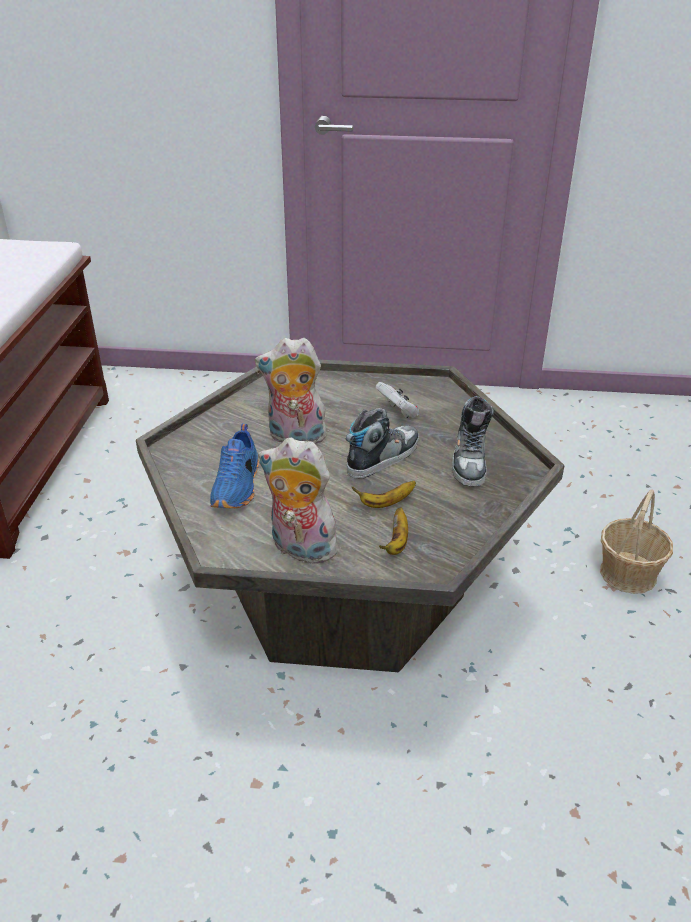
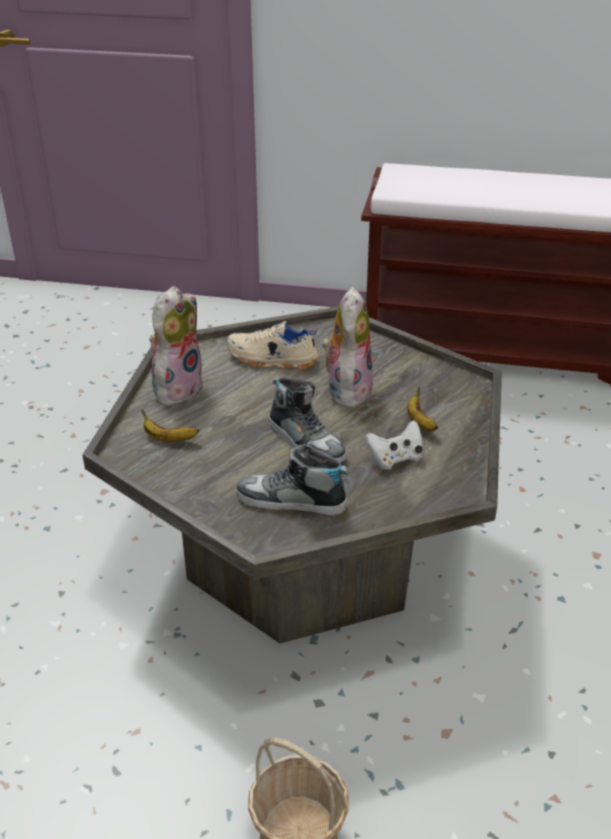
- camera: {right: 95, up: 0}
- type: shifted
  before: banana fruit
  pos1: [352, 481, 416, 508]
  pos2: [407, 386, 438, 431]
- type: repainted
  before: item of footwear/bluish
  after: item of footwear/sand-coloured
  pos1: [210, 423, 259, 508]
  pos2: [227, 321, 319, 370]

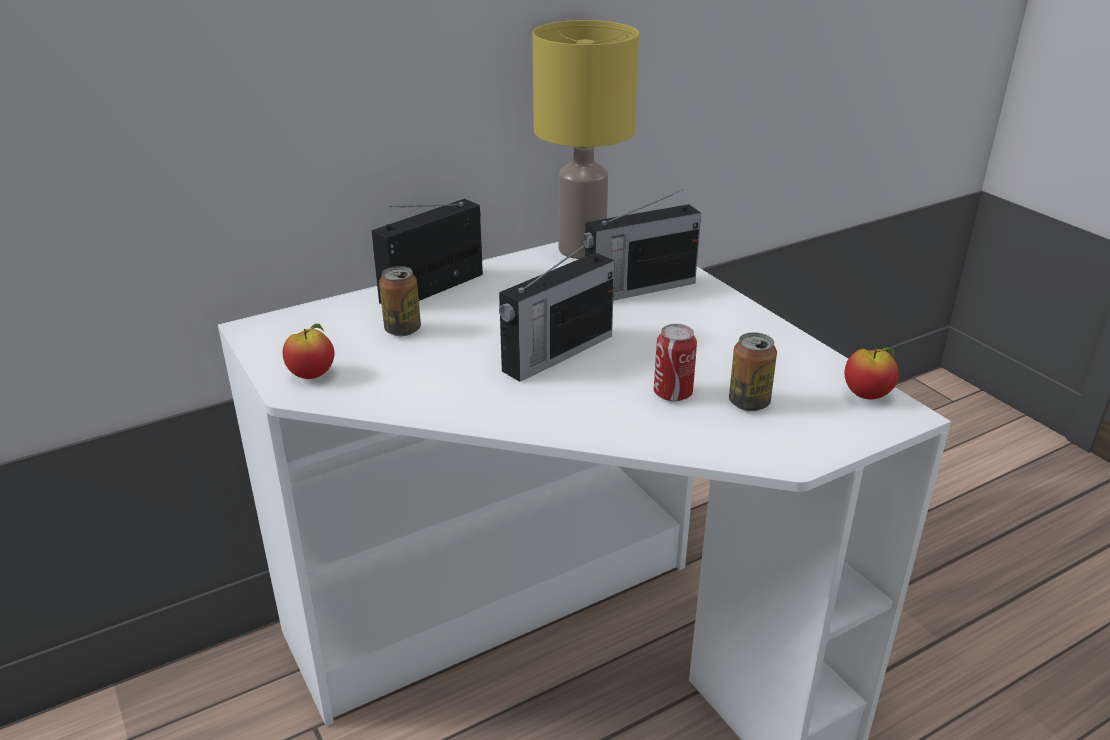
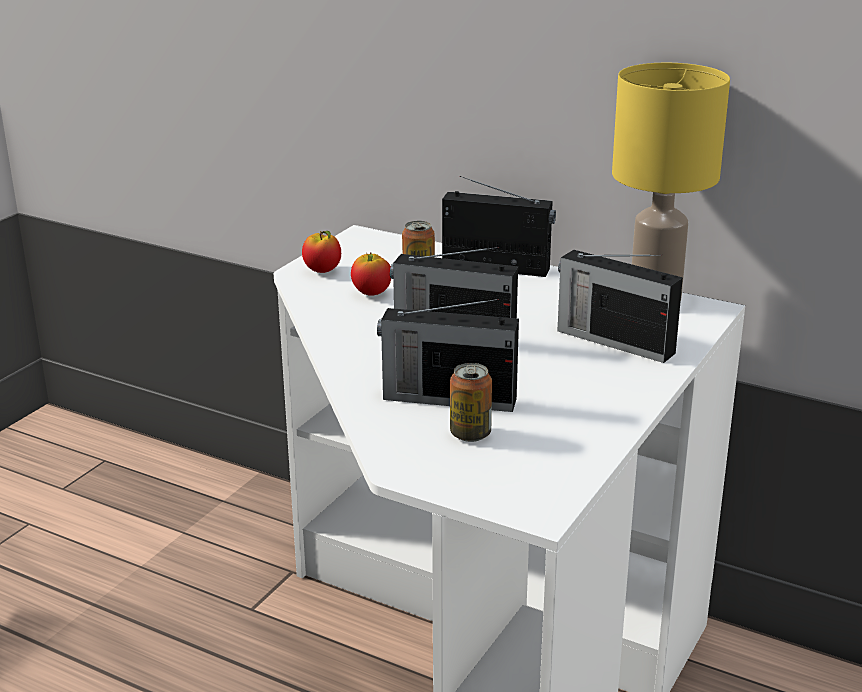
- camera: {right: 60, up: -5}
- type: shifted
  before: whole apple
  pos1: [845, 347, 899, 399]
  pos2: [351, 252, 391, 296]
- type: swapped
  before: sealed can
  after: radio receiver
  pos1: [654, 324, 697, 401]
  pos2: [377, 299, 519, 412]

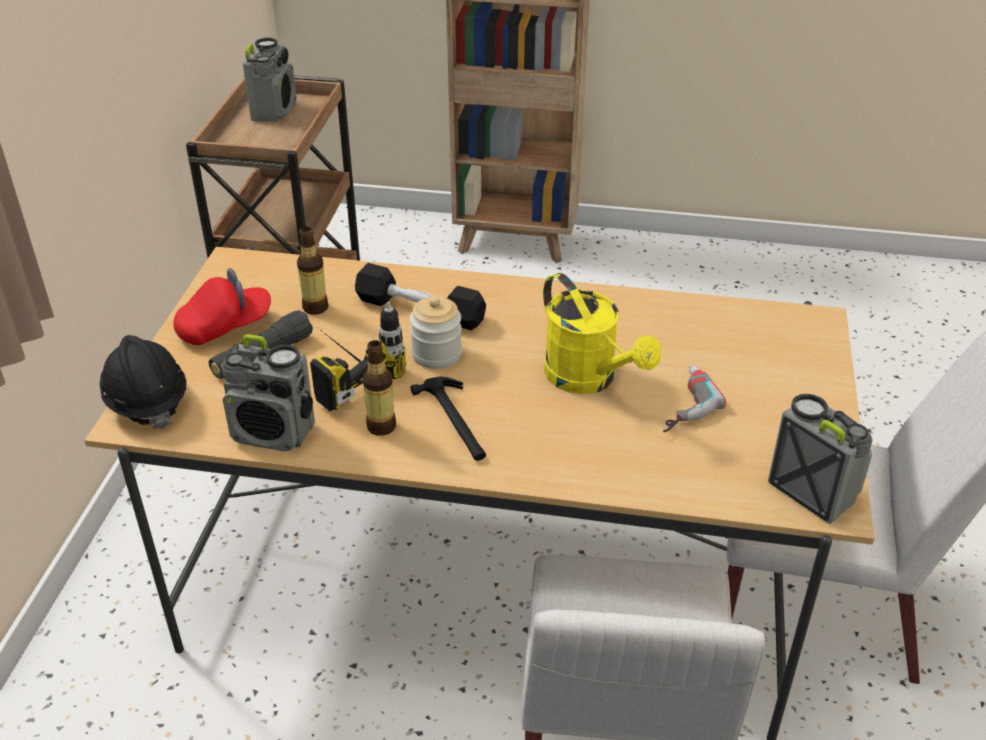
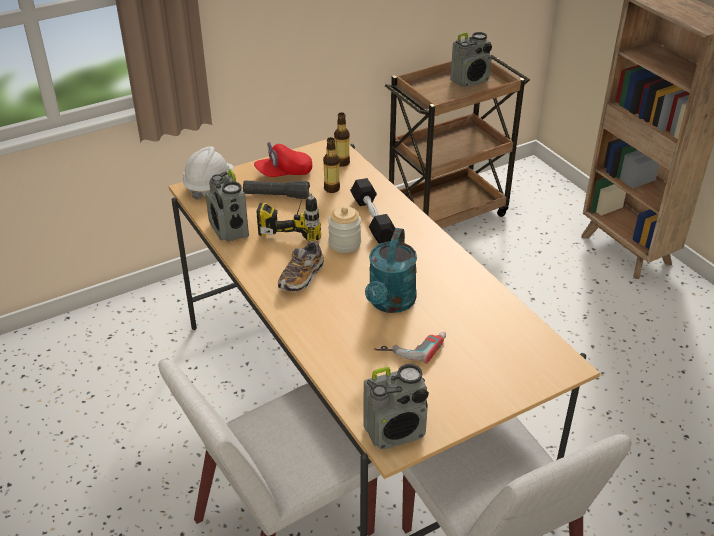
- camera: {right: 50, up: 0}
- type: shifted
  before: drink bottle
  pos1: [362, 340, 396, 436]
  pos2: [334, 112, 350, 167]
- type: swapped
  before: hand hammer
  after: item of footwear
  pos1: [411, 377, 486, 461]
  pos2: [278, 240, 324, 292]
- type: repainted
  before: hard hat/black
  after: hard hat/white-coloured
  pos1: [100, 335, 186, 429]
  pos2: [183, 146, 234, 200]
- type: repainted
  before: sprinkling can/yellow
  after: sprinkling can/turquoise
  pos1: [543, 273, 661, 394]
  pos2: [365, 228, 417, 313]
- type: rotated
  before: peaked cap/red-coloured
  pos1: [174, 268, 271, 345]
  pos2: [254, 142, 312, 177]
  turn: 135
- type: rotated
  before: radio receiver
  pos1: [768, 394, 873, 524]
  pos2: [363, 364, 429, 449]
  turn: 60

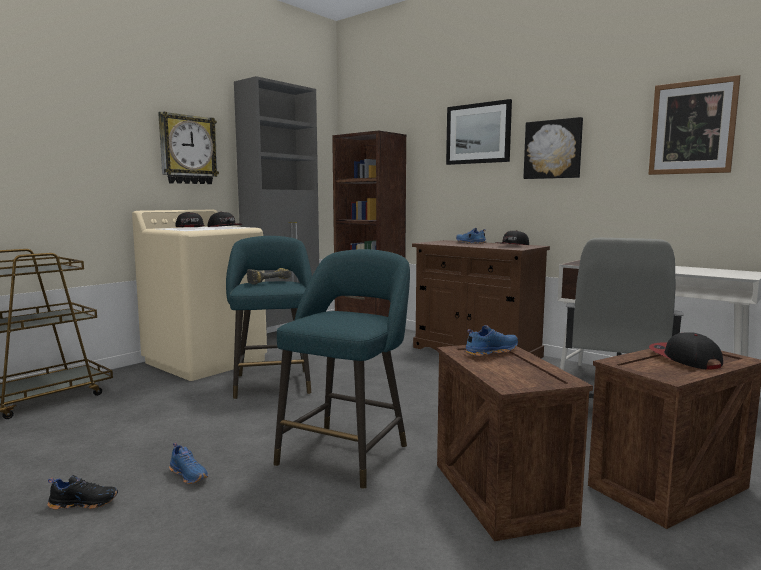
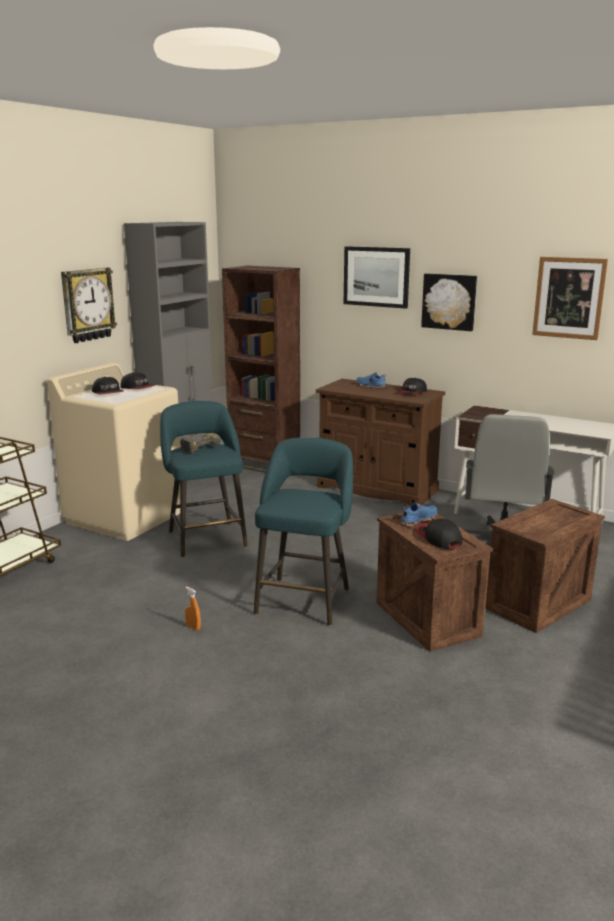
- camera: {right: -10, up: 10}
- type: gone
  before: item of footwear/black
  pos1: [47, 475, 118, 509]
- type: shifted
  before: peaked cap
  pos1: [649, 332, 723, 369]
  pos2: [415, 519, 462, 549]
- type: swapped
  before: item of footwear/bluish
  after: spray bottle/orangey
  pos1: [169, 443, 208, 484]
  pos2: [185, 586, 201, 630]

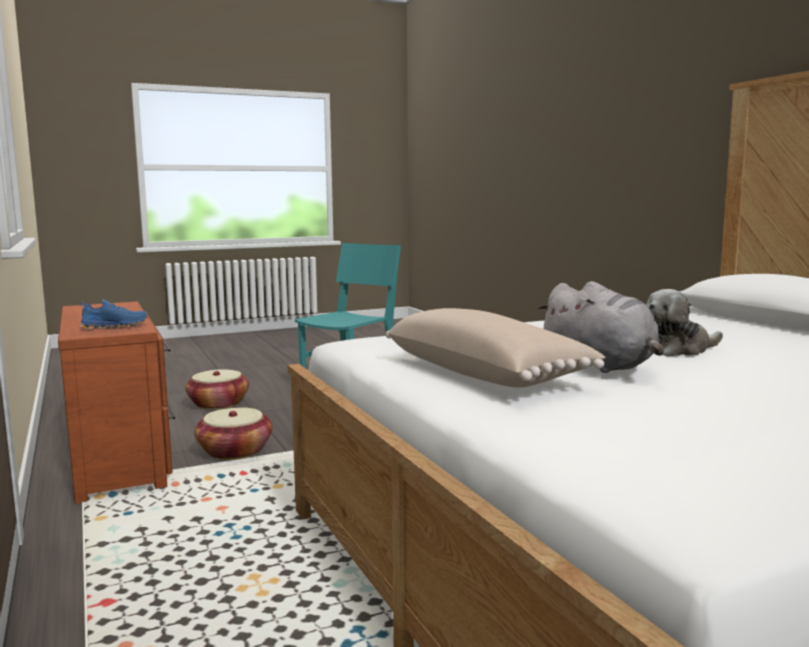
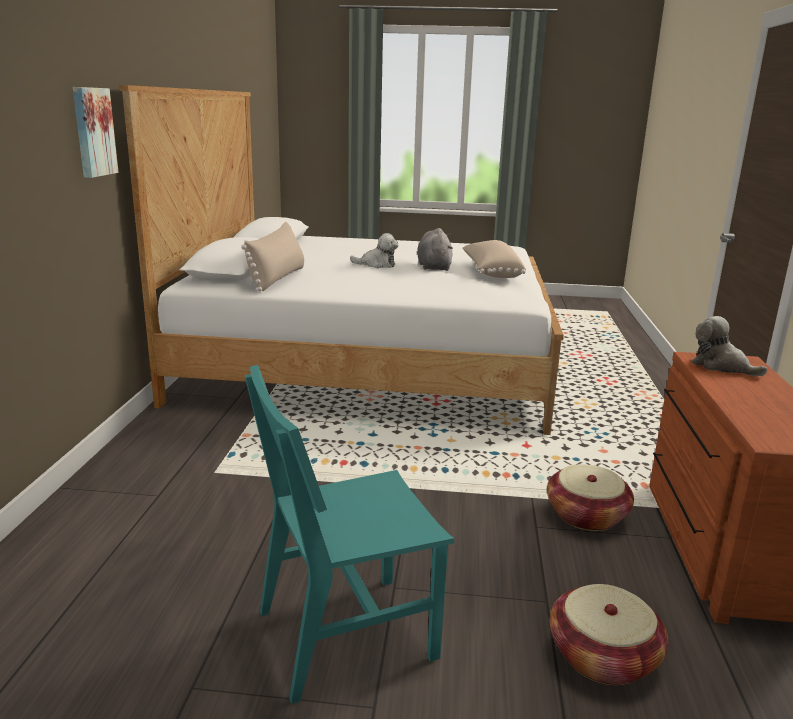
- camera: {right: -150, up: 10}
- type: new
  after: wall picture
  pos2: [73, 87, 119, 178]
- type: new
  after: throw pillow/sand-coloured
  pos2: [241, 222, 304, 292]
- type: swapped
  before: item of footwear/bluish
  after: cuddly toy
  pos1: [80, 299, 148, 330]
  pos2: [691, 316, 768, 376]

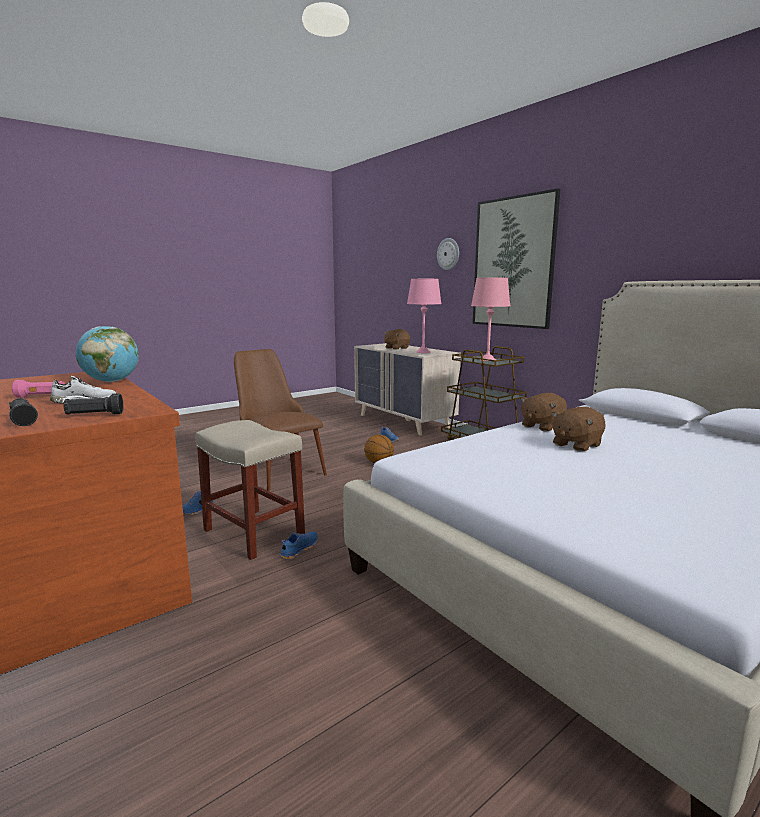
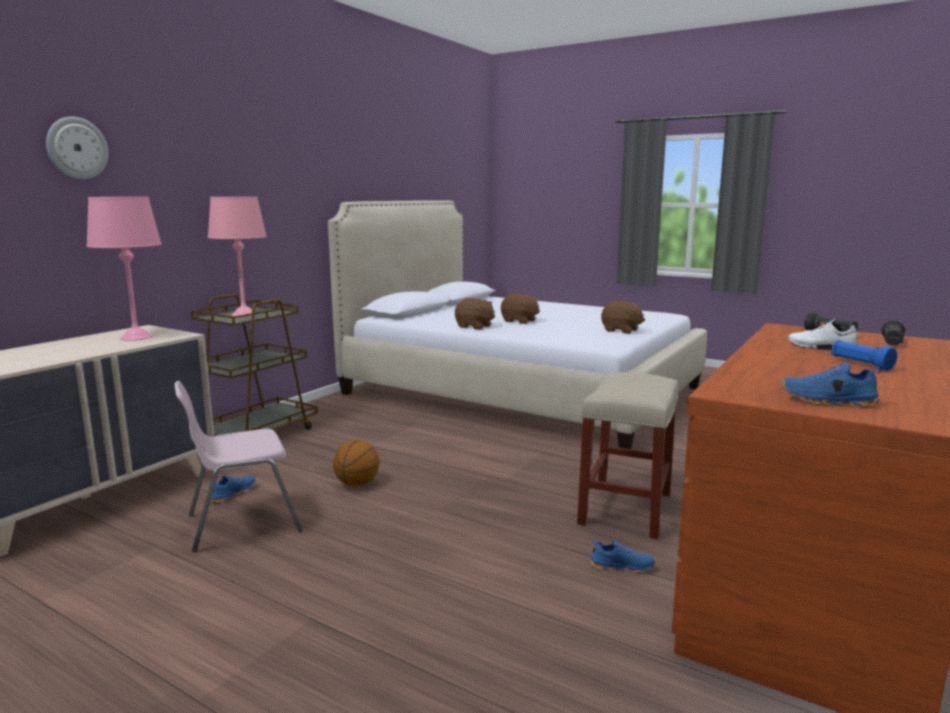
- camera: {right: -110, up: 0}
- type: gone
  before: world globe
  pos1: [76, 326, 139, 382]
- type: gone
  before: upright chair/brownish
  pos1: [234, 349, 327, 491]
- type: gone
  before: wall picture
  pos1: [473, 188, 560, 329]
- type: new
  after: upright chair/pinkish
  pos2: [175, 381, 303, 552]
- type: shifted
  before: item of footwear/bluish
  pos1: [280, 531, 318, 560]
  pos2: [782, 362, 881, 407]
- type: shifted
  before: cuddly toy/brownish
  pos1: [384, 329, 410, 350]
  pos2: [601, 301, 645, 334]
- type: repainted
  before: flashlight/pinkish
  after: flashlight/bluish
  pos1: [12, 380, 65, 398]
  pos2: [831, 340, 897, 371]

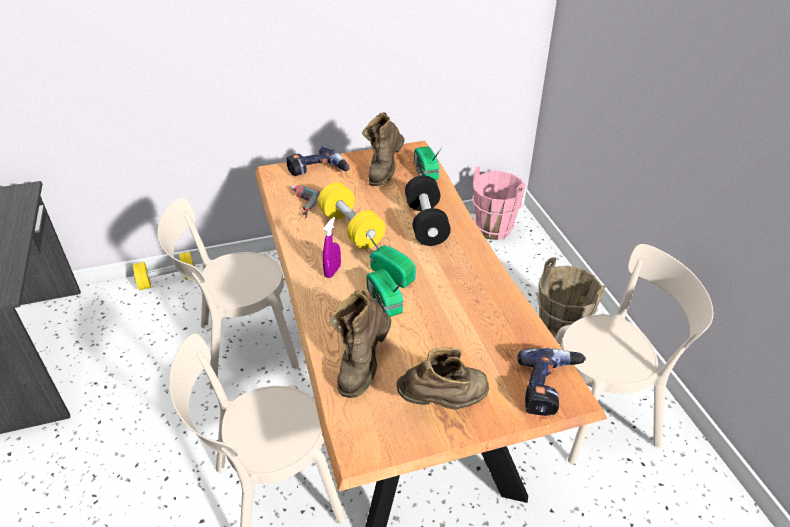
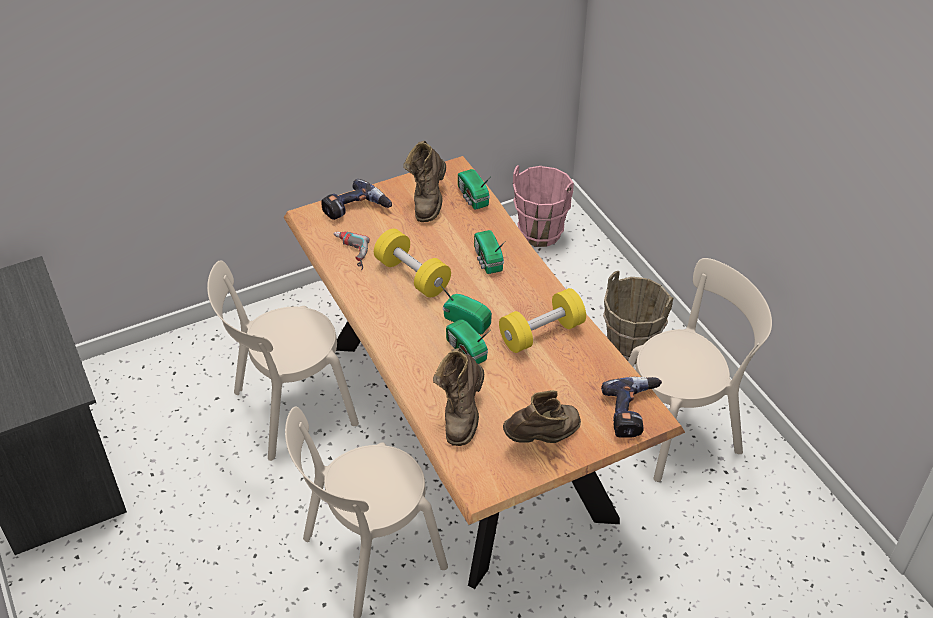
- camera: {right: -10, up: 5}
- type: gone
  before: spray bottle/purplish
  pos1: [322, 217, 341, 278]
- type: shifted
  before: dumbbell/yellow
  pos1: [133, 252, 195, 290]
  pos2: [499, 288, 586, 353]
- type: swapped
  before: dumbbell/black
  after: radio receiver
  pos1: [405, 175, 451, 246]
  pos2: [474, 230, 506, 274]

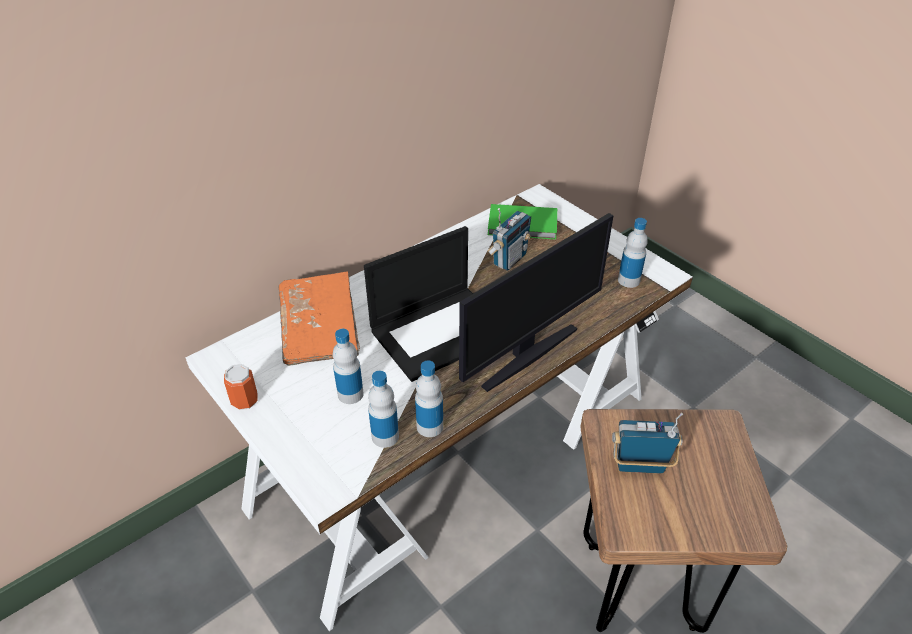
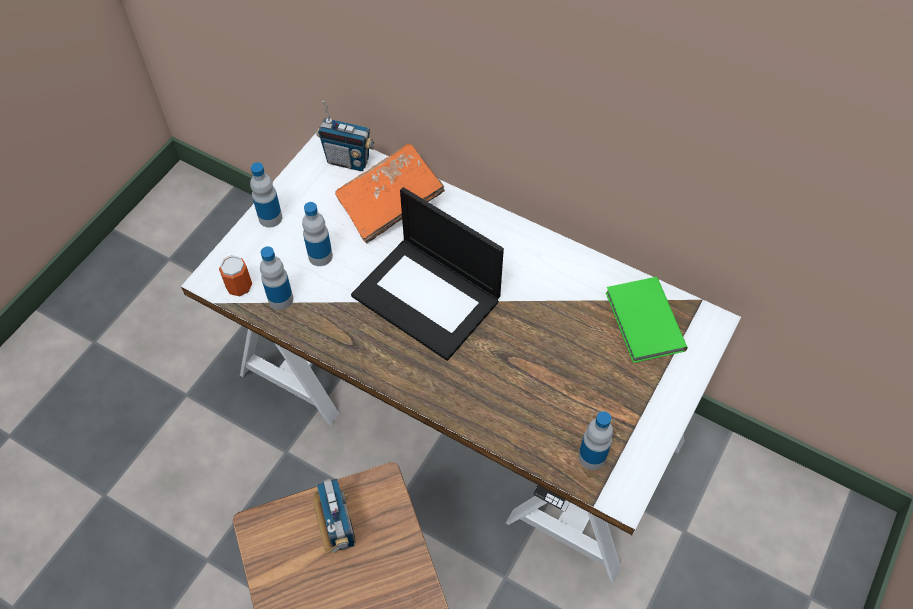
- camera: {right: 70, up: 15}
- type: gone
  before: monitor
  pos1: [459, 213, 614, 392]
- type: shifted
  before: sealed can
  pos1: [224, 364, 258, 410]
  pos2: [219, 255, 252, 297]
- type: shifted
  before: drink bottle
  pos1: [415, 360, 443, 437]
  pos2: [250, 162, 282, 228]
- type: shifted
  before: radio receiver
  pos1: [487, 208, 531, 271]
  pos2: [317, 101, 375, 171]

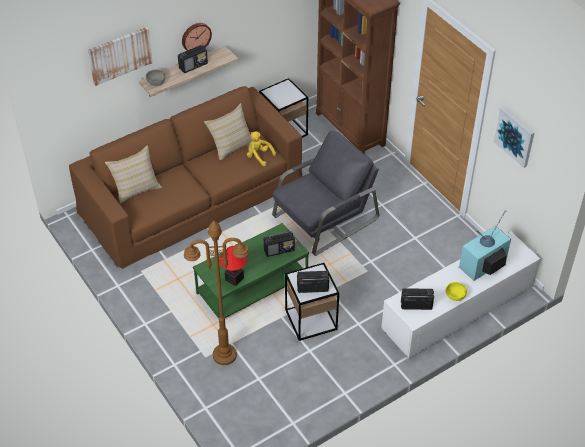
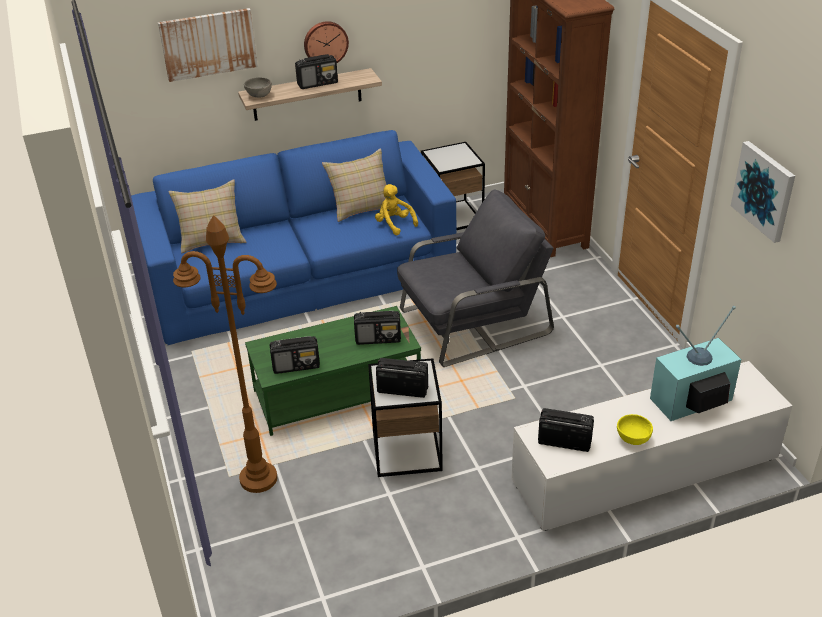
- camera: {right: 15, up: -10}
- type: swapped
  before: table lamp
  after: radio receiver
  pos1: [219, 246, 247, 286]
  pos2: [270, 336, 320, 374]
- type: repainted
  before: couch/brownish
  after: couch/bluish
  pos1: [69, 86, 302, 269]
  pos2: [131, 130, 456, 345]

